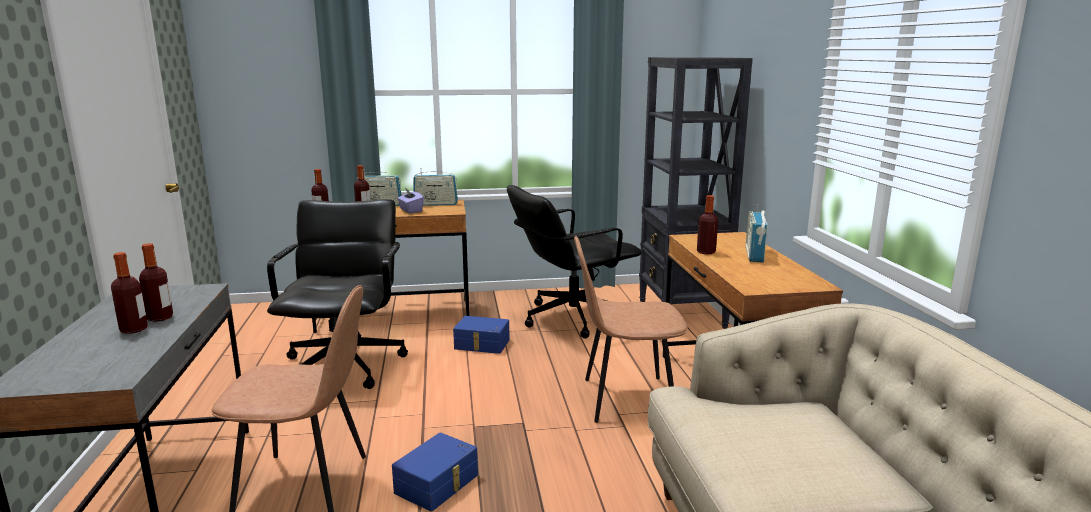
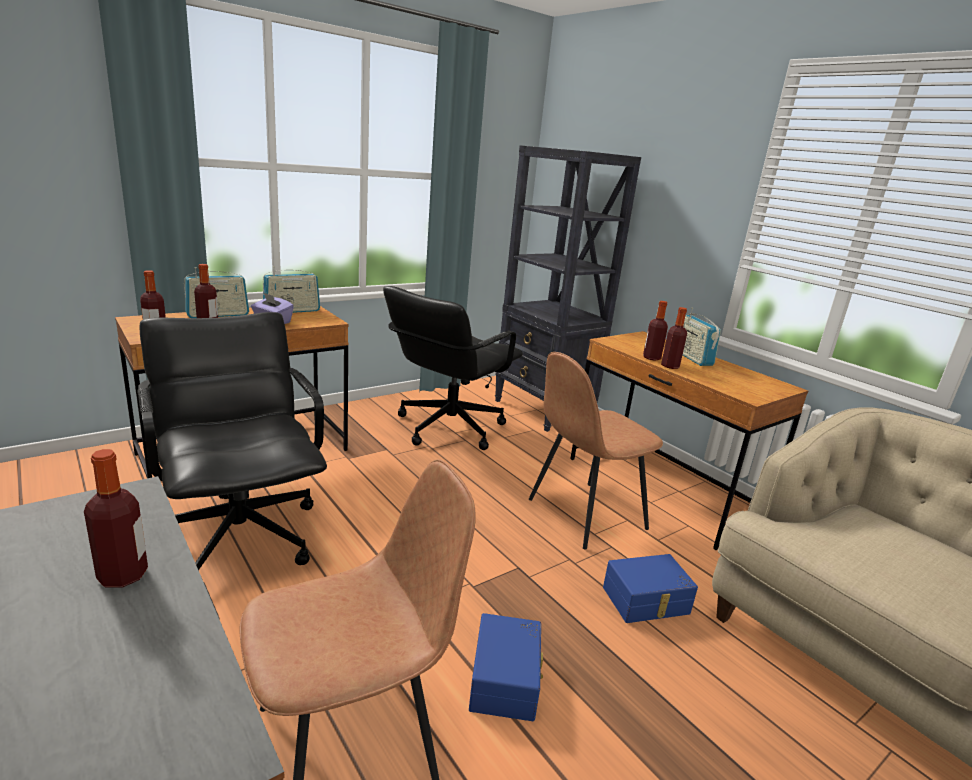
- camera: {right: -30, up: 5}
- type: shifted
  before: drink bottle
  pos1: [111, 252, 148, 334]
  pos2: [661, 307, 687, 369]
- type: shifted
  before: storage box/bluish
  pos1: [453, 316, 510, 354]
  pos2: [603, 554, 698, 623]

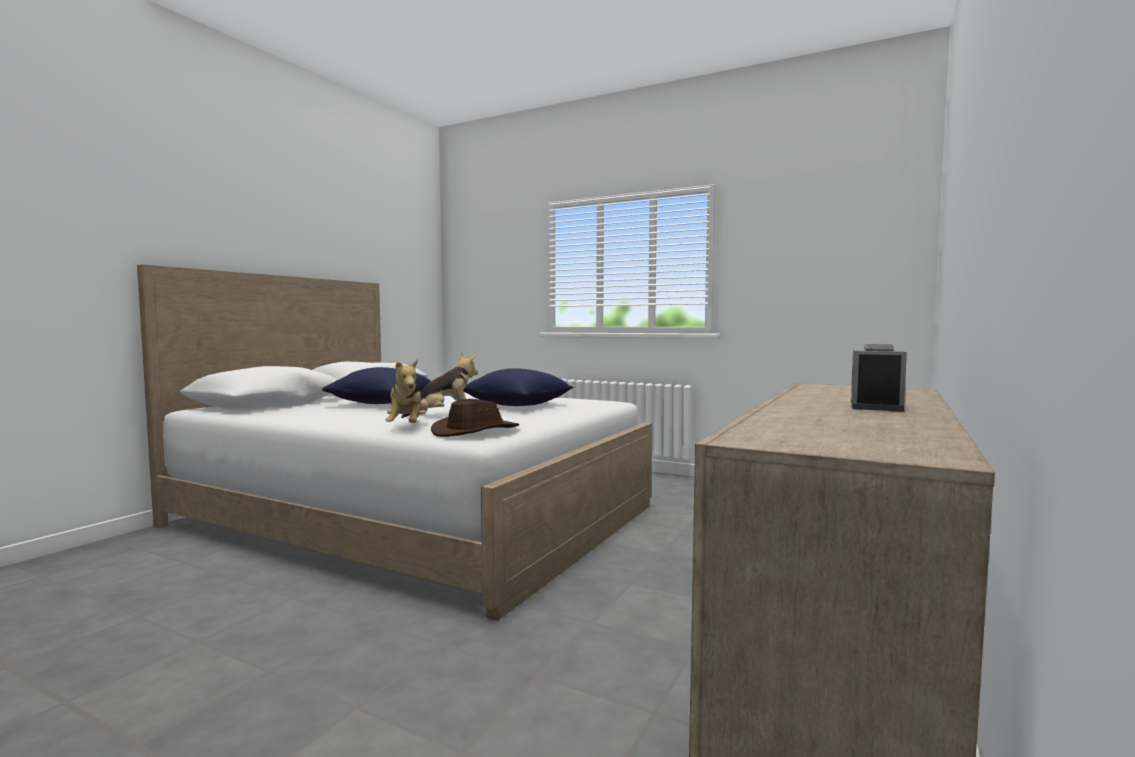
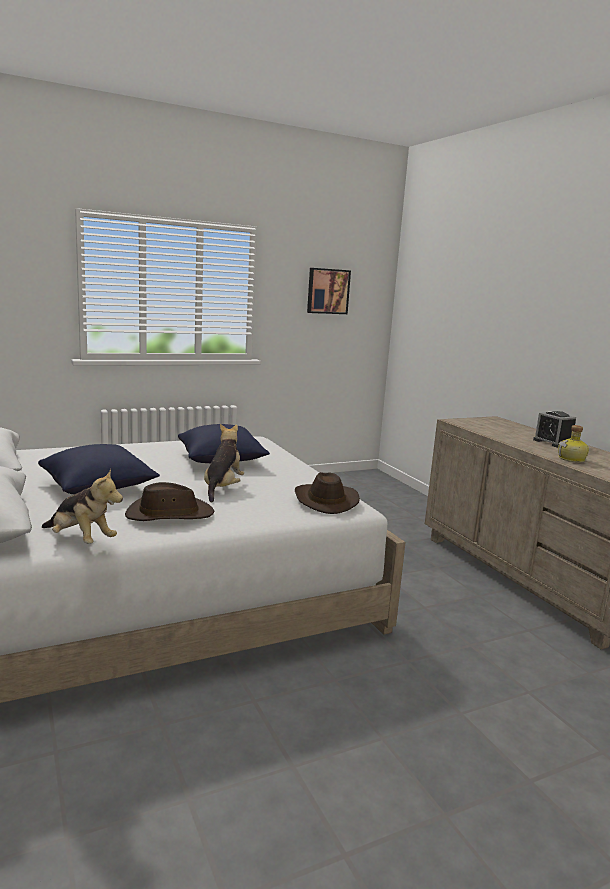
- camera: {right: -55, up: 10}
- type: new
  after: wearable hat/brownish
  pos2: [125, 482, 214, 521]
- type: new
  after: wall picture
  pos2: [307, 268, 351, 314]
- type: new
  after: drink bottle
  pos2: [558, 425, 589, 462]
- type: shifted
  before: cuddly toy
  pos1: [386, 359, 428, 423]
  pos2: [42, 468, 123, 544]

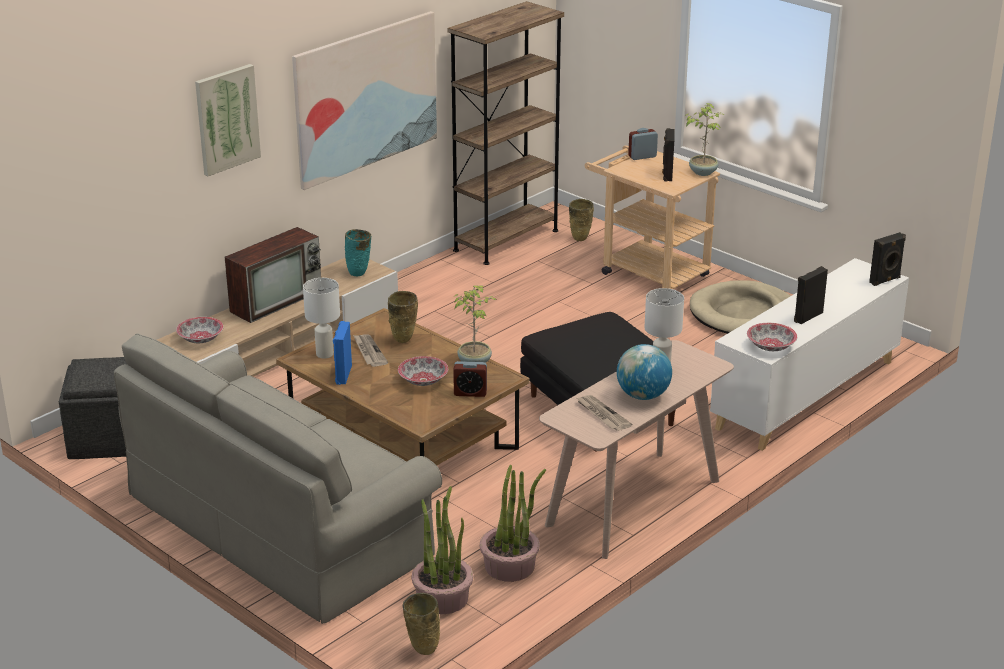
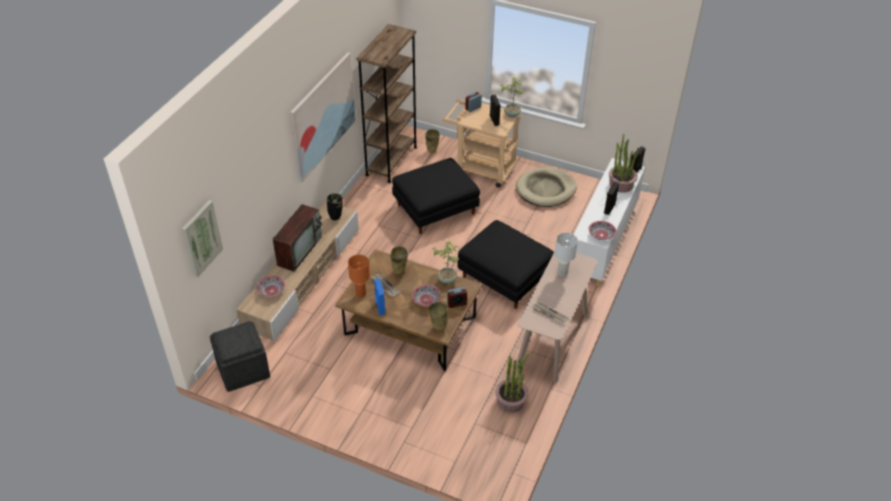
- camera: {right: -20, up: 15}
- type: gone
  before: couch/greyish
  pos1: [114, 333, 442, 624]
- type: gone
  before: world globe
  pos1: [617, 344, 672, 400]
- type: new
  after: footrest/black
  pos2: [392, 158, 480, 234]
- type: shifted
  before: wall picture
  pos1: [195, 64, 261, 176]
  pos2: [182, 200, 223, 278]
- type: shifted
  before: flower vase/sand-coloured
  pos1: [403, 593, 440, 655]
  pos2: [429, 302, 448, 331]
- type: shifted
  before: houseplant
  pos1: [412, 486, 473, 614]
  pos2: [609, 134, 638, 193]
- type: repainted
  before: table lamp/white-coloured
  after: table lamp/orangey
  pos1: [303, 278, 340, 359]
  pos2: [348, 255, 370, 298]
- type: repainted
  before: flower vase/turquoise
  after: flower vase/black
  pos1: [345, 229, 371, 276]
  pos2: [327, 193, 343, 220]

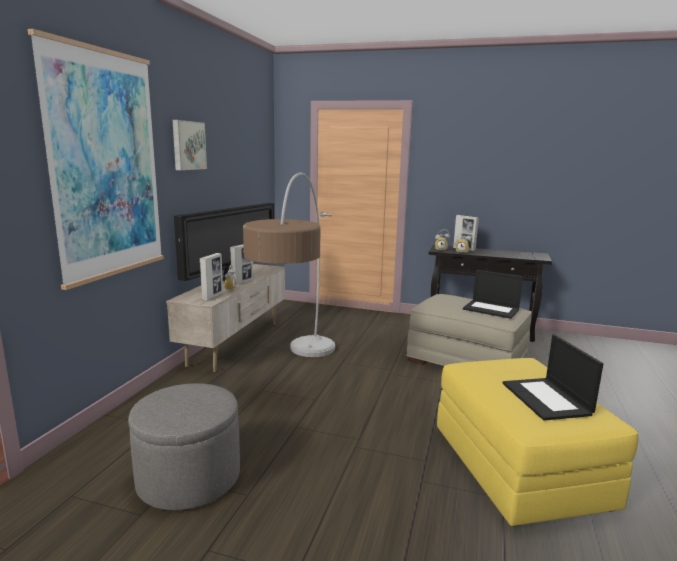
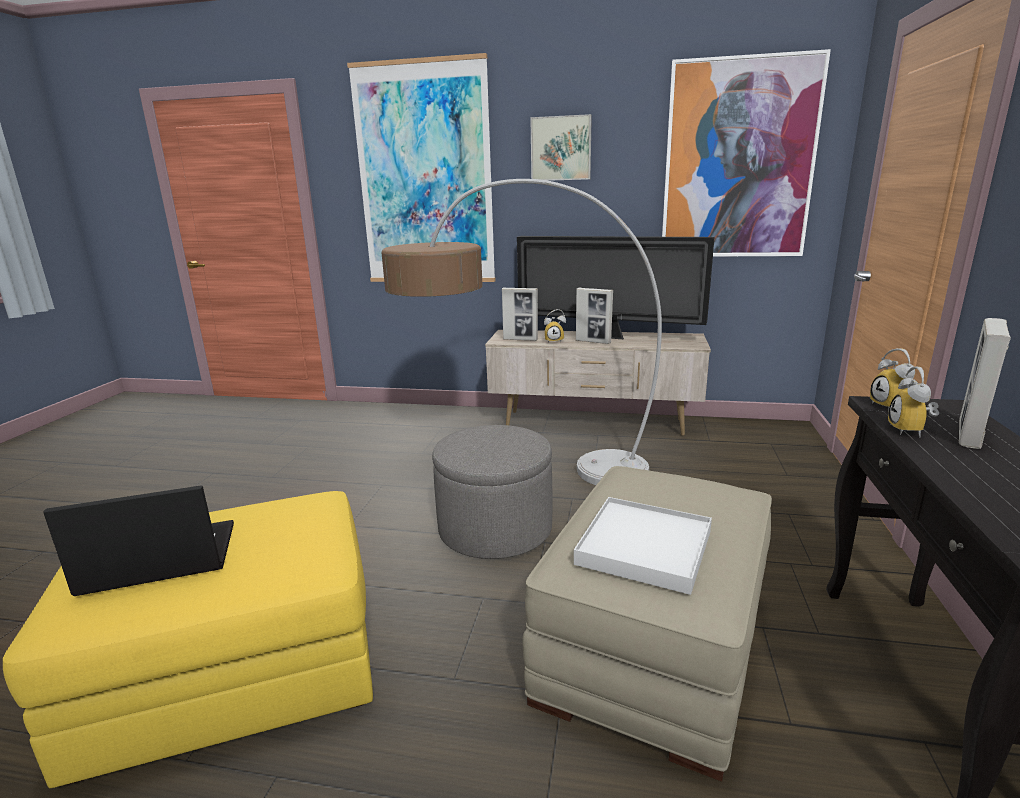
- camera: {right: 85, up: 5}
- type: new
  after: wall picture
  pos2: [662, 49, 831, 257]
- type: shifted
  before: footrest/greyish
  pos1: [128, 383, 240, 510]
  pos2: [432, 425, 552, 559]
- type: swapped
  before: portable computer
  after: carrying tray/white-coloured
  pos1: [463, 270, 523, 319]
  pos2: [574, 497, 712, 595]

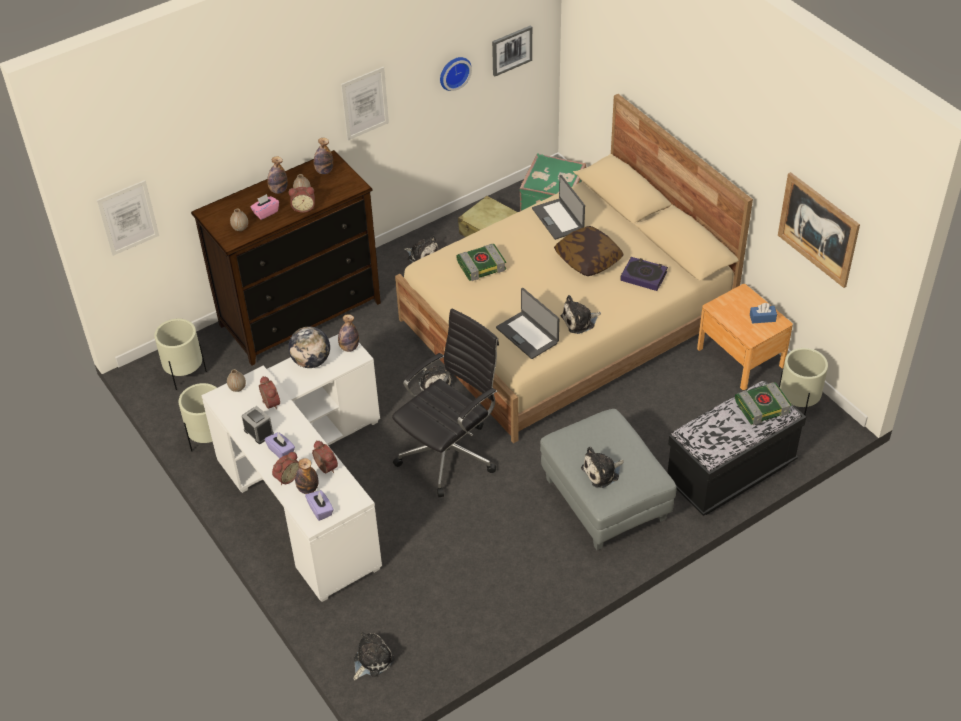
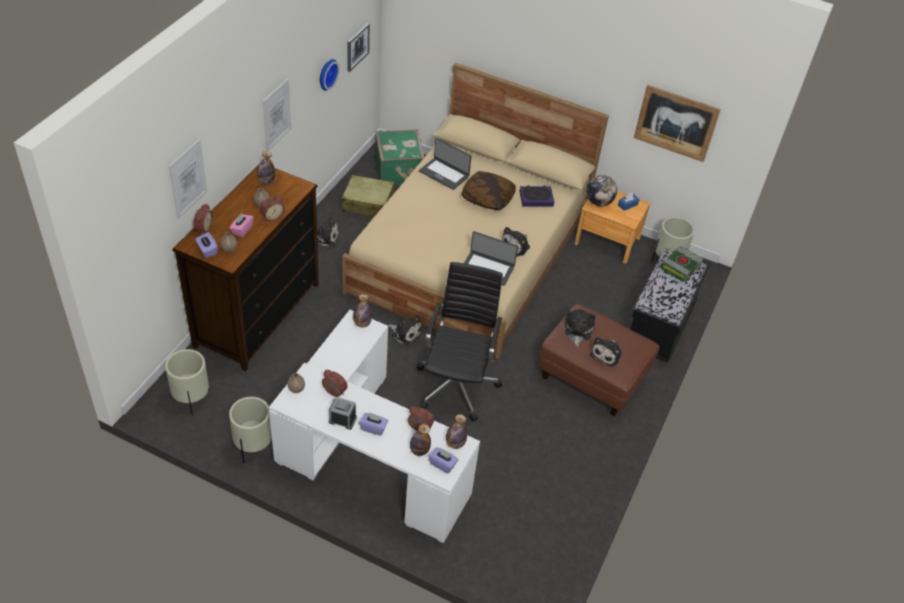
- camera: {right: -35, up: 0}
- type: gone
  before: volume
  pos1: [456, 244, 506, 281]
- type: new
  after: tissue box/purplish
  pos2: [195, 232, 218, 258]
- type: shifted
  before: wall picture
  pos1: [97, 180, 159, 256]
  pos2: [169, 139, 207, 219]
- type: shifted
  before: drink bottle
  pos1: [267, 156, 288, 194]
  pos2: [446, 414, 467, 449]
- type: shifted
  before: alarm clock
  pos1: [272, 452, 300, 485]
  pos2: [193, 203, 213, 234]
- type: shifted
  before: world globe
  pos1: [288, 326, 330, 368]
  pos2: [586, 175, 617, 206]
- type: shifted
  before: cuddly toy
  pos1: [353, 632, 395, 680]
  pos2: [564, 309, 596, 347]
- type: repainted
  before: footrest/greyish
  after: footrest/brownish
  pos1: [540, 409, 677, 550]
  pos2: [539, 304, 659, 416]

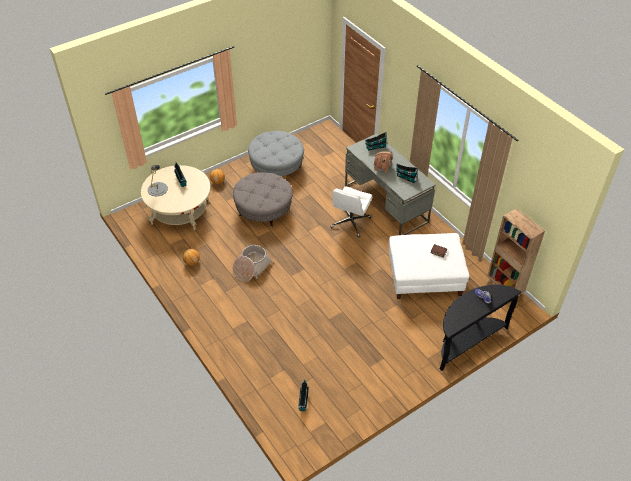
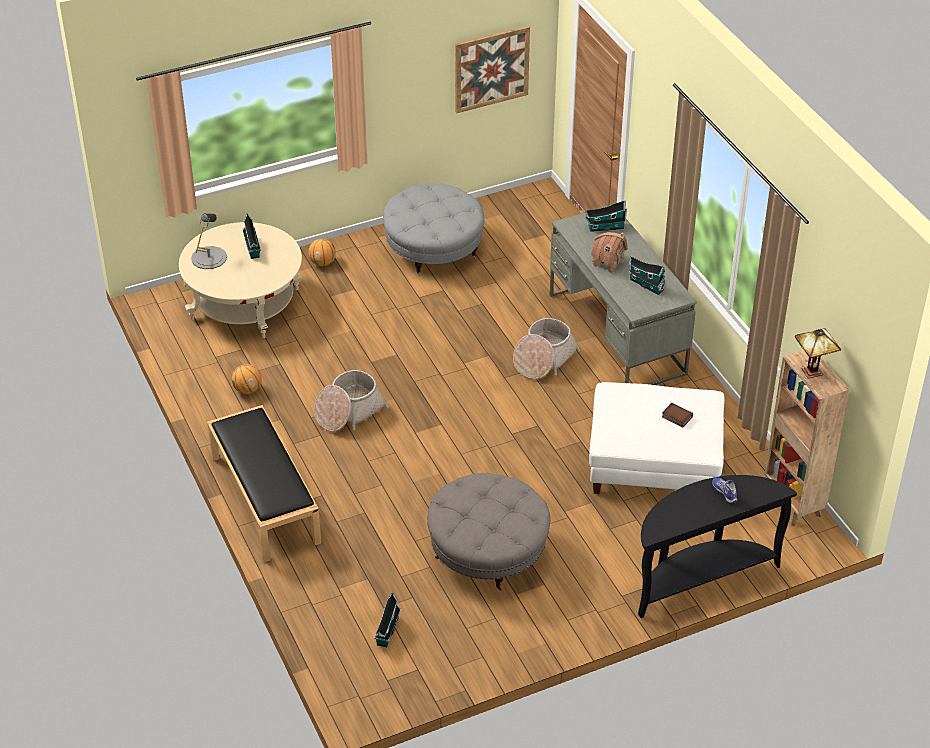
- camera: {right: 10, up: -5}
- type: new
  after: long seat/black
  pos2: [207, 405, 321, 562]
- type: new
  after: wall picture
  pos2: [455, 26, 530, 113]
- type: new
  after: table lamp
  pos2: [795, 328, 841, 379]
- type: shifted
  before: footrest/greyish
  pos1: [233, 172, 293, 227]
  pos2: [427, 473, 551, 591]
- type: swapped
  before: desk chair/white-coloured
  after: household basket
  pos1: [330, 186, 372, 237]
  pos2: [513, 318, 580, 379]

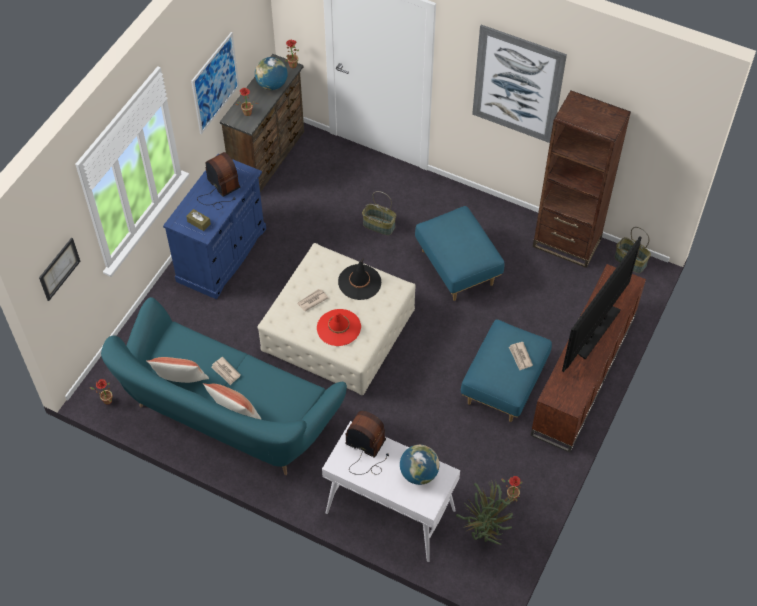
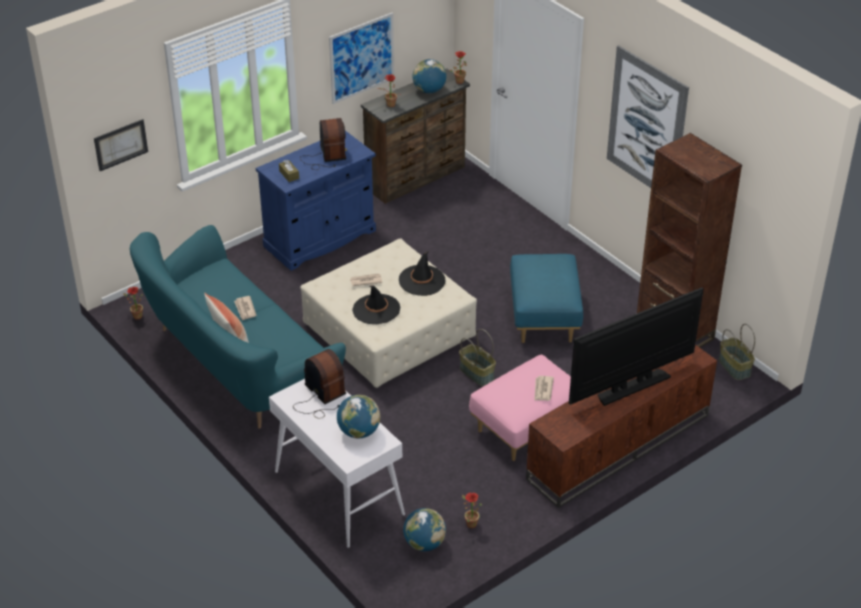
- camera: {right: 25, up: -15}
- type: gone
  before: throw pillow
  pos1: [146, 357, 209, 383]
- type: shifted
  before: household basket
  pos1: [362, 191, 396, 235]
  pos2: [459, 329, 496, 386]
- type: swapped
  before: houseplant
  after: world globe
  pos1: [456, 479, 518, 545]
  pos2: [403, 508, 446, 551]
- type: repainted
  before: wearable hat/red-coloured
  after: wearable hat/black
  pos1: [317, 309, 361, 346]
  pos2: [352, 285, 400, 324]
- type: repainted
  before: footrest/bluish
  after: footrest/pinkish
  pos1: [461, 319, 552, 422]
  pos2: [469, 355, 571, 461]

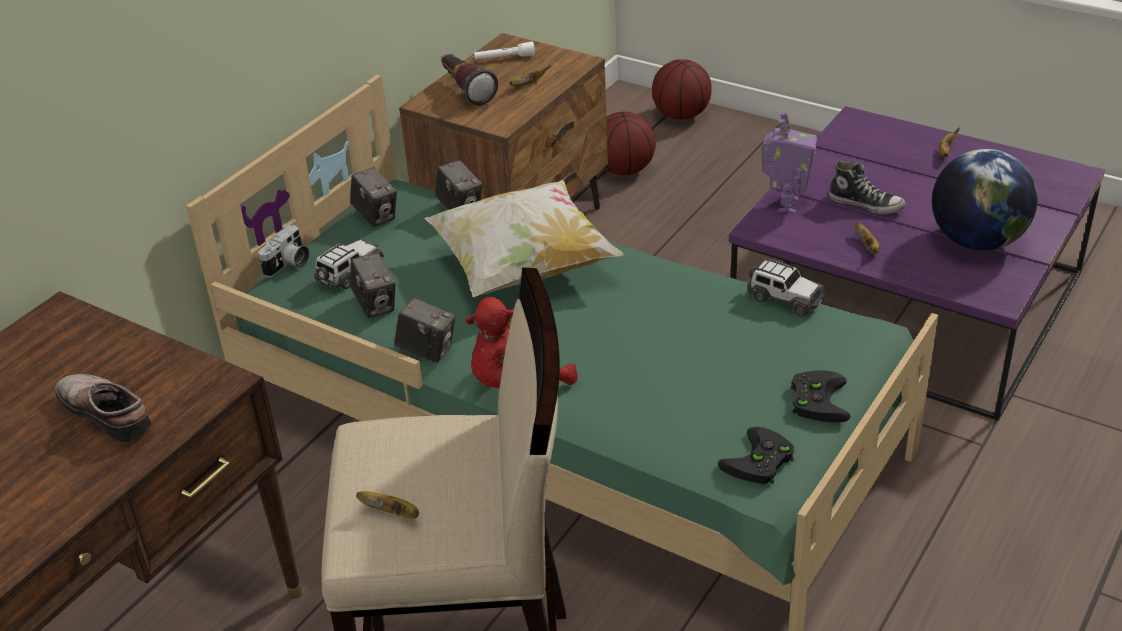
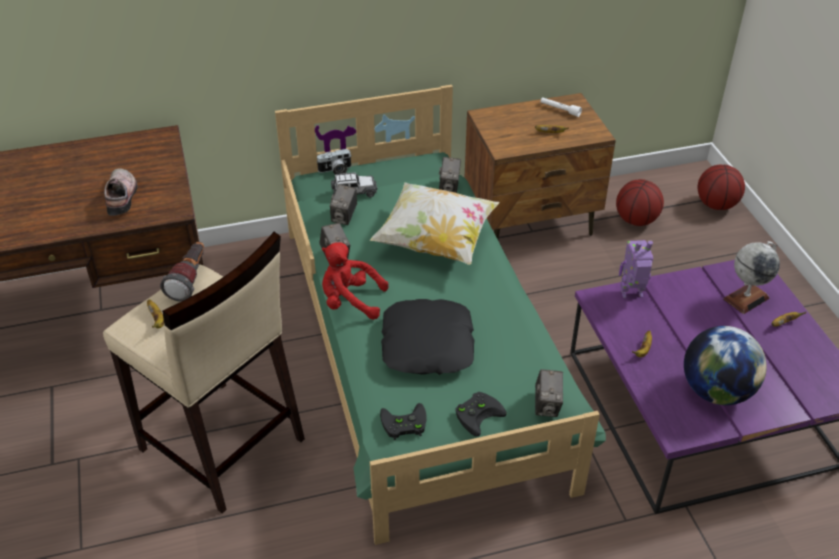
- camera: {right: 40, up: 5}
- type: gone
  before: toy car
  pos1: [747, 259, 826, 316]
- type: gone
  before: item of footwear
  pos1: [829, 161, 906, 214]
- type: new
  after: throw pillow/black
  pos2: [381, 299, 475, 375]
- type: new
  after: world globe
  pos2: [723, 241, 780, 314]
- type: shifted
  before: photo camera
  pos1: [350, 167, 397, 227]
  pos2: [535, 369, 563, 417]
- type: shifted
  before: flashlight
  pos1: [441, 54, 498, 106]
  pos2: [160, 242, 204, 302]
- type: rotated
  before: model robot
  pos1: [763, 112, 817, 213]
  pos2: [619, 240, 653, 298]
  turn: -150

